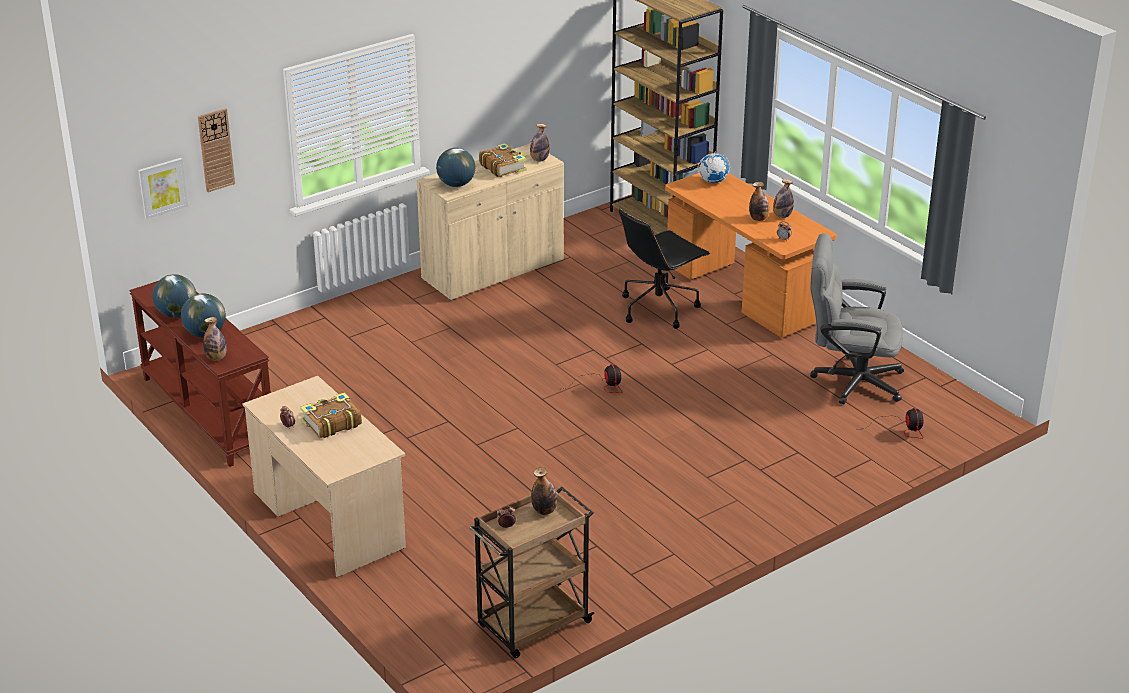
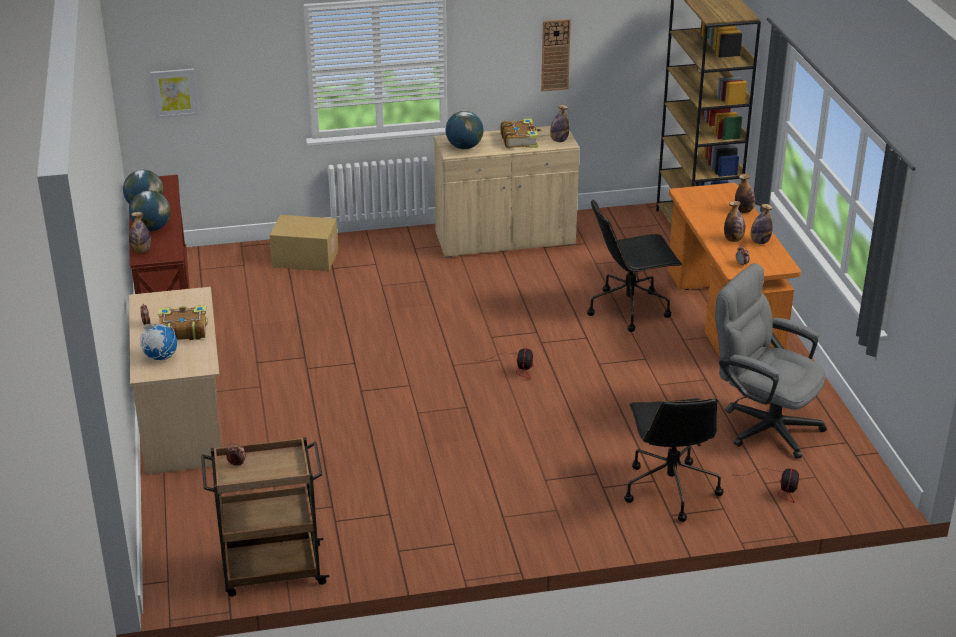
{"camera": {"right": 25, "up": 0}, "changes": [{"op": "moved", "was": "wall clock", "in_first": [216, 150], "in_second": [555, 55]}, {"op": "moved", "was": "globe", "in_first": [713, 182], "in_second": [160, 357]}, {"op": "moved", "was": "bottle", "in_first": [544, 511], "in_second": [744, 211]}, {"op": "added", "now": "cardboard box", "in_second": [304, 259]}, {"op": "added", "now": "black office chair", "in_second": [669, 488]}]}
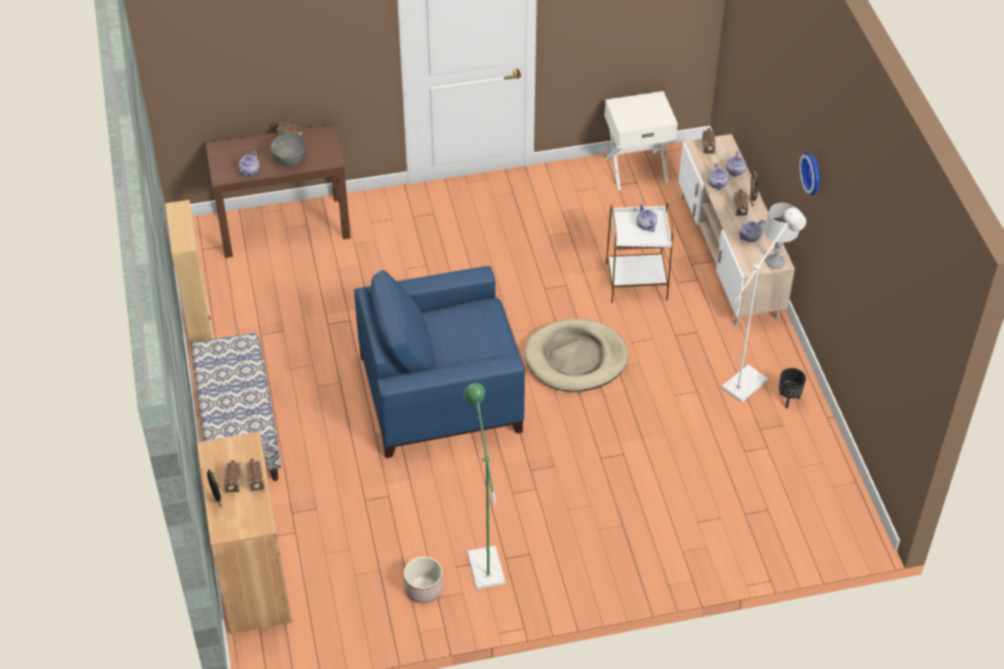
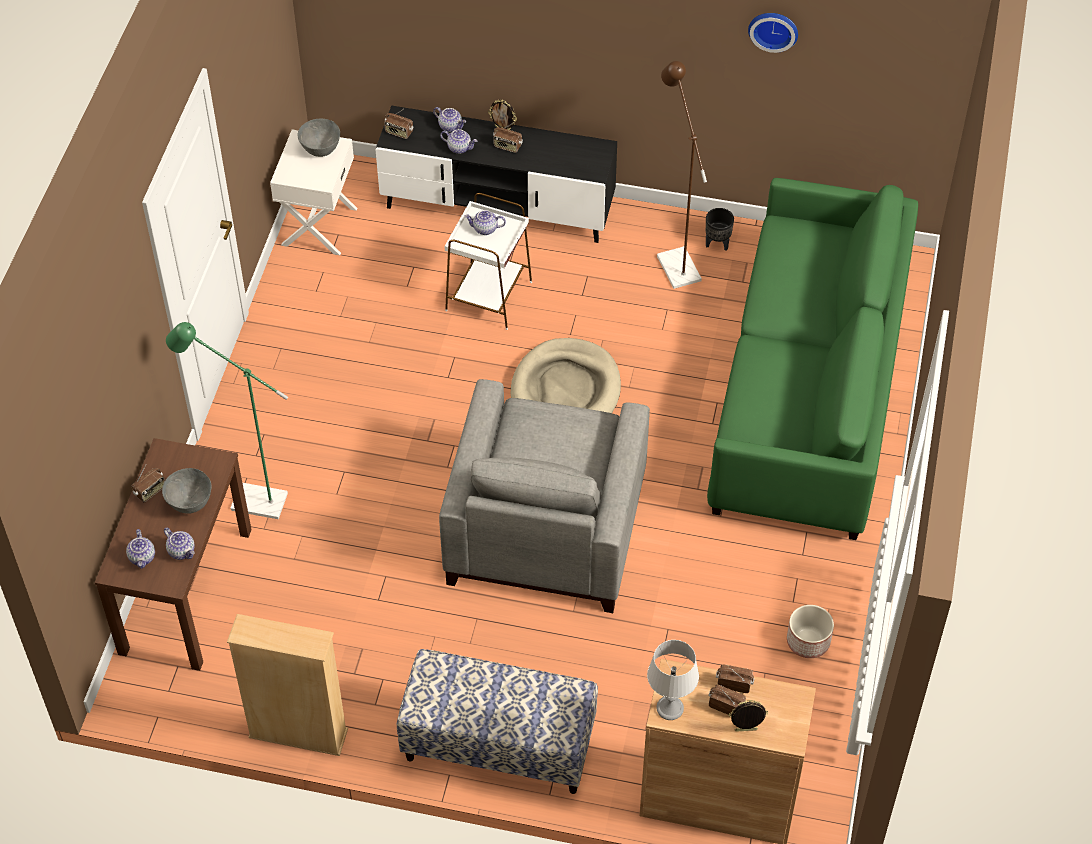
{"camera": {"right": -65, "up": 5}, "changes": [{"op": "recoloured", "was": "beige tv stand", "now": "black tv stand", "in_first": [728, 256], "in_second": [497, 206]}, {"op": "moved", "was": "wall clock", "in_first": [813, 173], "in_second": [773, 29]}, {"op": "moved", "was": "grey table lamp", "in_first": [775, 262], "in_second": [669, 708]}, {"op": "recoloured", "was": "white floor lamp", "now": "brown floor lamp", "in_first": [749, 379], "in_second": [675, 261]}, {"op": "moved", "was": "teapot", "in_first": [750, 237], "in_second": [142, 557]}, {"op": "recoloured", "was": "blue armchair", "now": "grey armchair", "in_first": [442, 391], "in_second": [545, 526]}, {"op": "moved", "was": "green floor lamp", "in_first": [483, 560], "in_second": [249, 500]}, {"op": "added", "now": "grey bowl", "in_second": [321, 150]}, {"op": "added", "now": "green sofa", "in_second": [809, 393]}]}
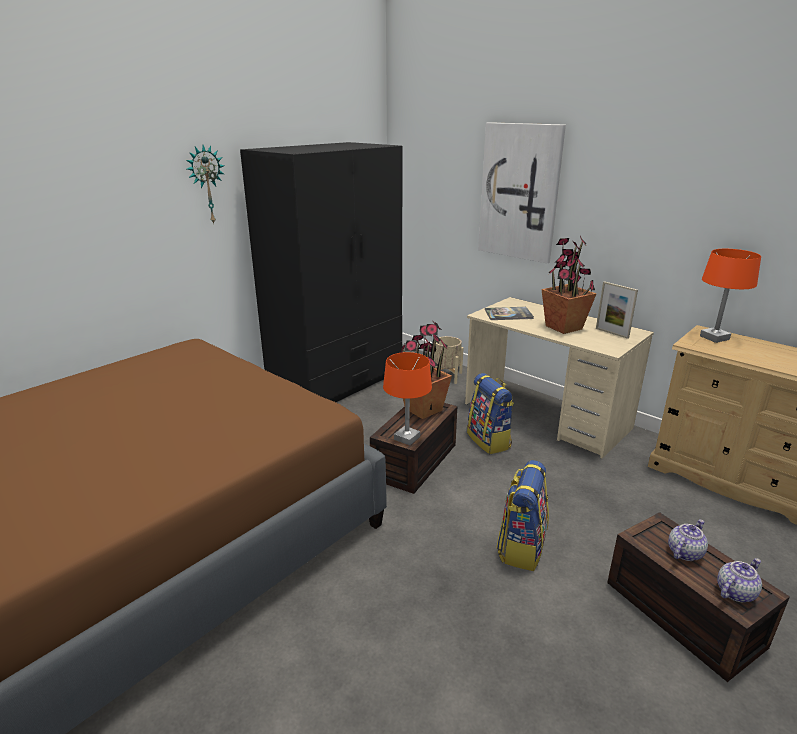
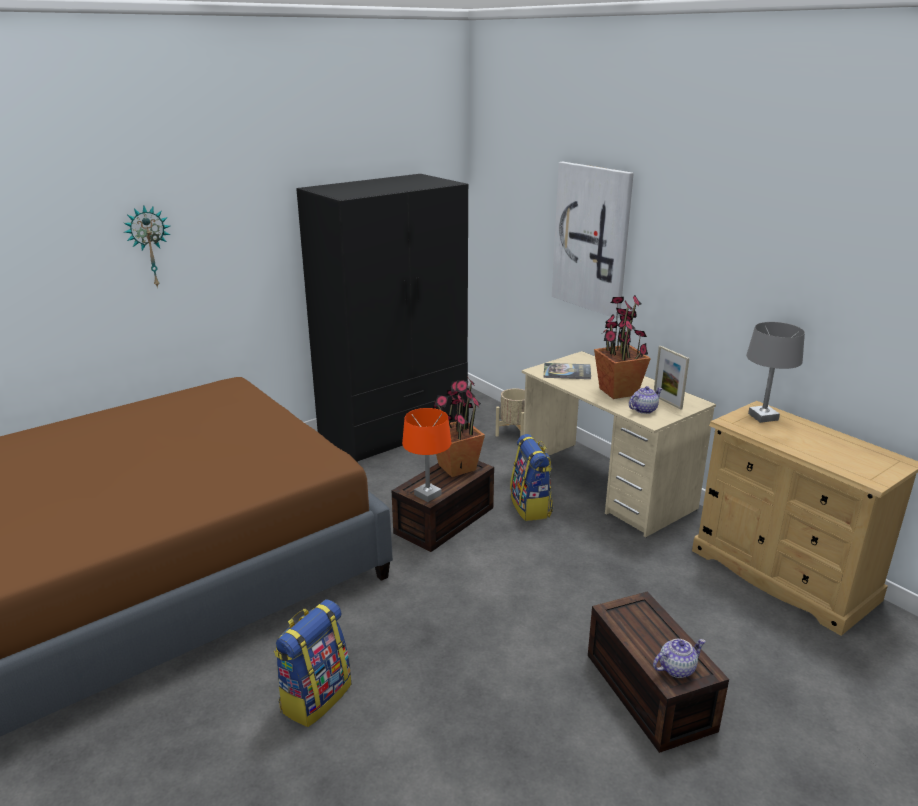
{"camera": {"right": 10, "up": 0}, "changes": [{"op": "moved", "was": "wall clock", "in_first": [206, 185], "in_second": [149, 246]}, {"op": "recoloured", "was": "orange table lamp", "now": "grey table lamp", "in_first": [714, 338], "in_second": [763, 417]}, {"op": "moved", "was": "backpack", "in_first": [521, 547], "in_second": [315, 697]}, {"op": "moved", "was": "teapot", "in_first": [684, 552], "in_second": [644, 409]}]}
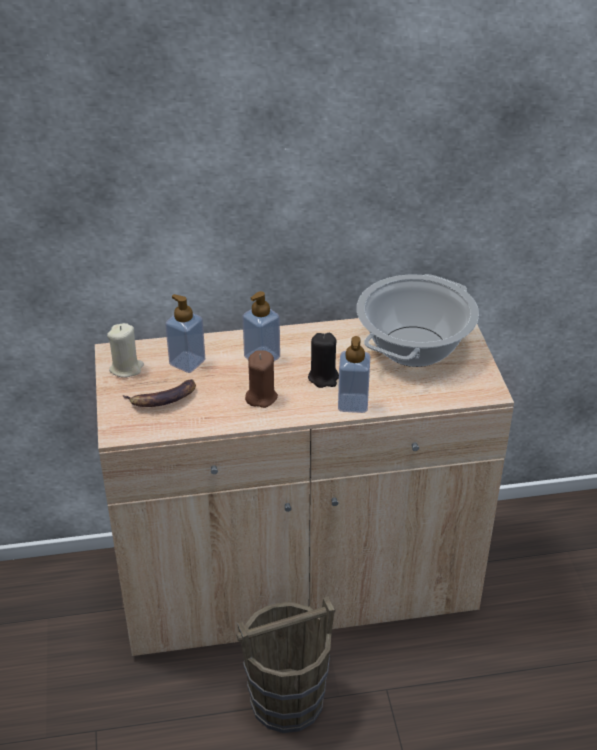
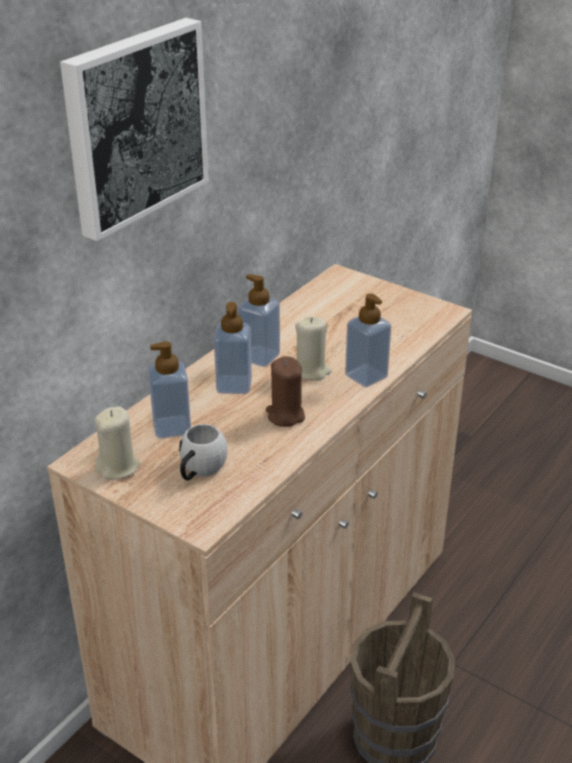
{"camera": {"right": -45, "up": -5}, "changes": [{"op": "removed", "was": "cooking pot", "in_first": [414, 347]}, {"op": "recoloured", "was": "black candle", "now": "beige candle", "in_first": [323, 377], "in_second": [311, 371]}, {"op": "replaced", "was": "banana", "now": "white mug", "in_first": [162, 399], "in_second": [199, 471]}, {"op": "added", "now": "picture", "in_second": [134, 125]}, {"op": "added", "now": "soap dispenser", "in_second": [260, 357]}]}
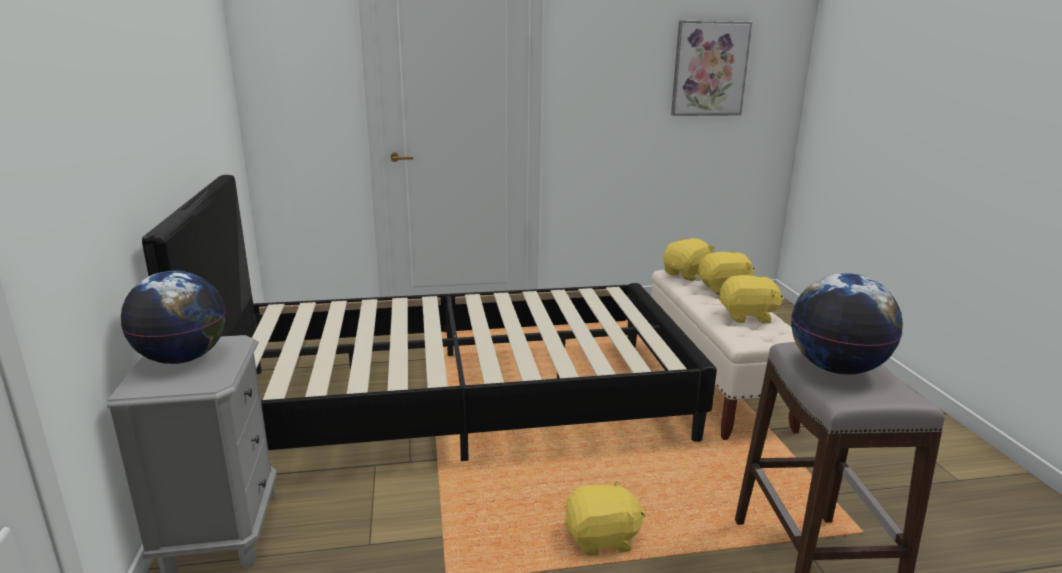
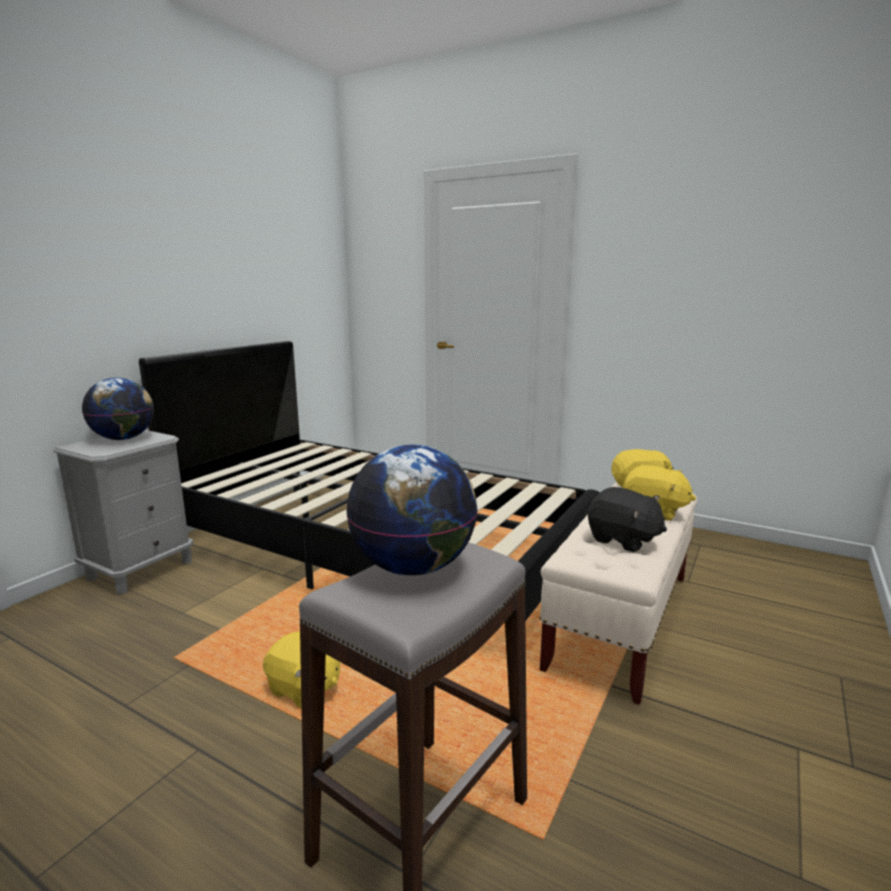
{"camera": {"right": 40, "up": -5}, "changes": [{"op": "removed", "was": "picture", "in_first": [709, 69]}, {"op": "recoloured", "was": "yellow plush toy", "now": "black plush toy", "in_first": [747, 316], "in_second": [623, 540]}]}
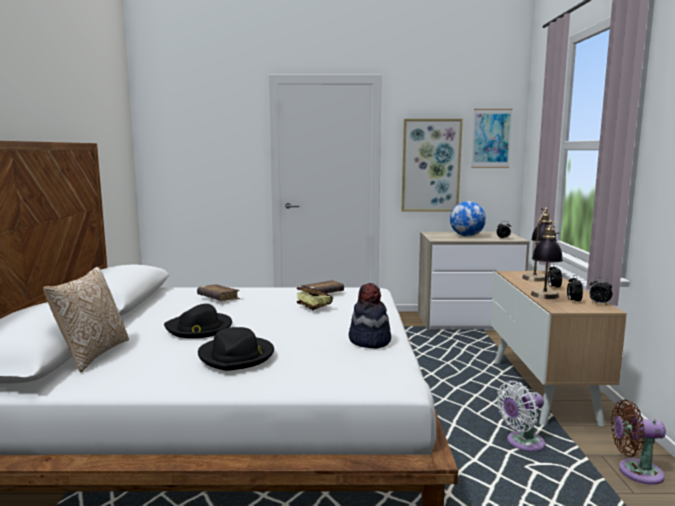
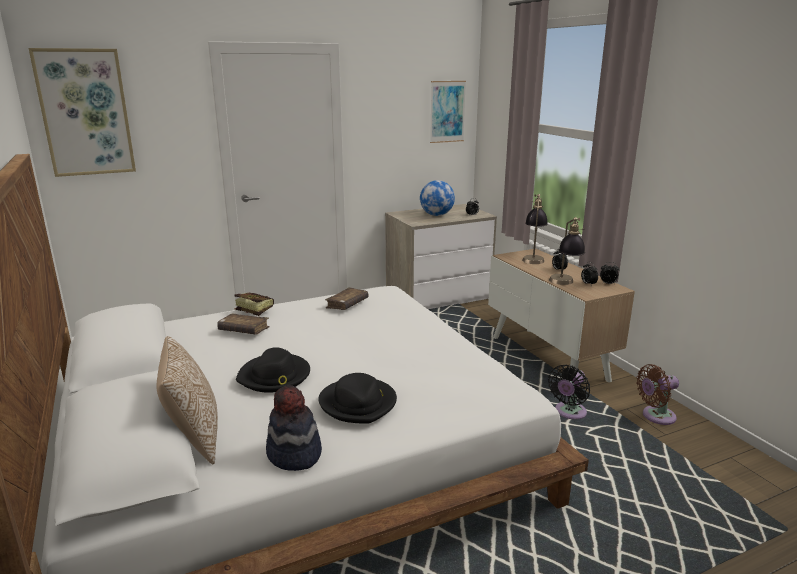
{"camera": {"right": -25, "up": 10}, "changes": [{"op": "moved", "was": "picture", "in_first": [431, 165], "in_second": [85, 113]}, {"op": "moved", "was": "hat", "in_first": [369, 341], "in_second": [294, 454]}, {"op": "moved", "was": "book", "in_first": [311, 307], "in_second": [252, 311]}, {"op": "recoloured", "was": "white fan", "now": "black fan", "in_first": [522, 443], "in_second": [568, 413]}]}
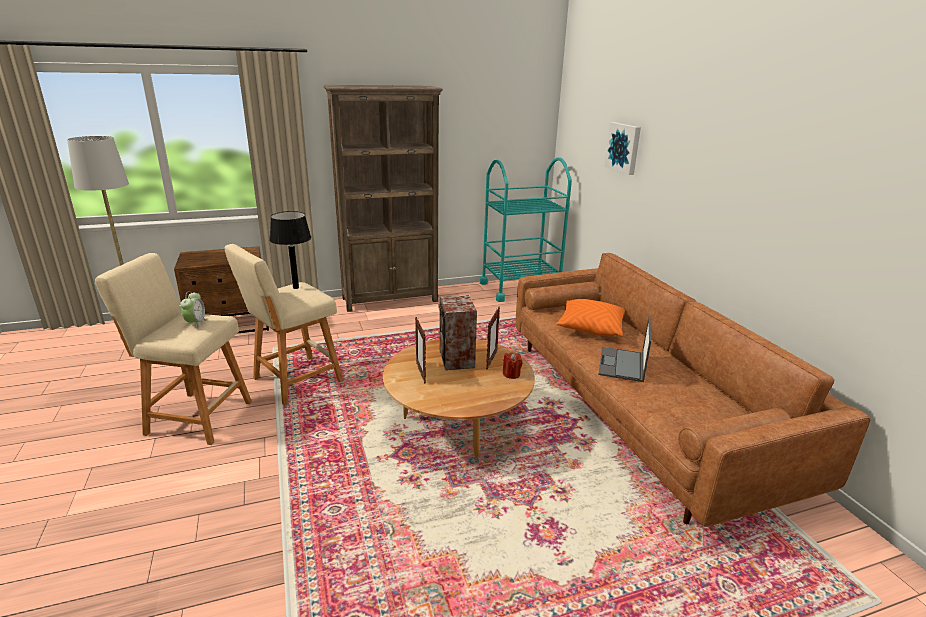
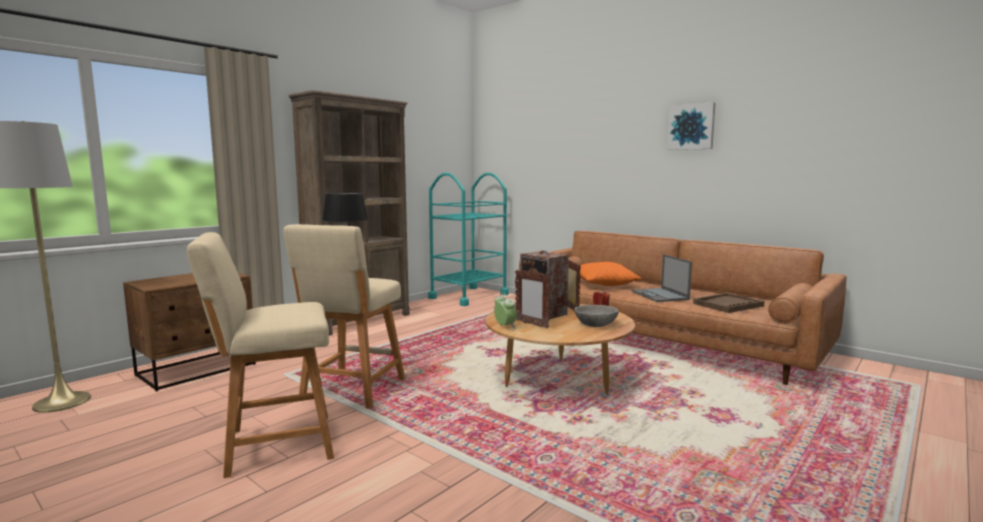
{"camera": {"right": -30, "up": -15}, "changes": [{"op": "moved", "was": "picture", "in_first": [624, 148], "in_second": [691, 127]}, {"op": "moved", "was": "alarm clock", "in_first": [196, 323], "in_second": [505, 327]}, {"op": "added", "now": "brown tray", "in_second": [728, 305]}, {"op": "added", "now": "grey bowl", "in_second": [595, 324]}]}
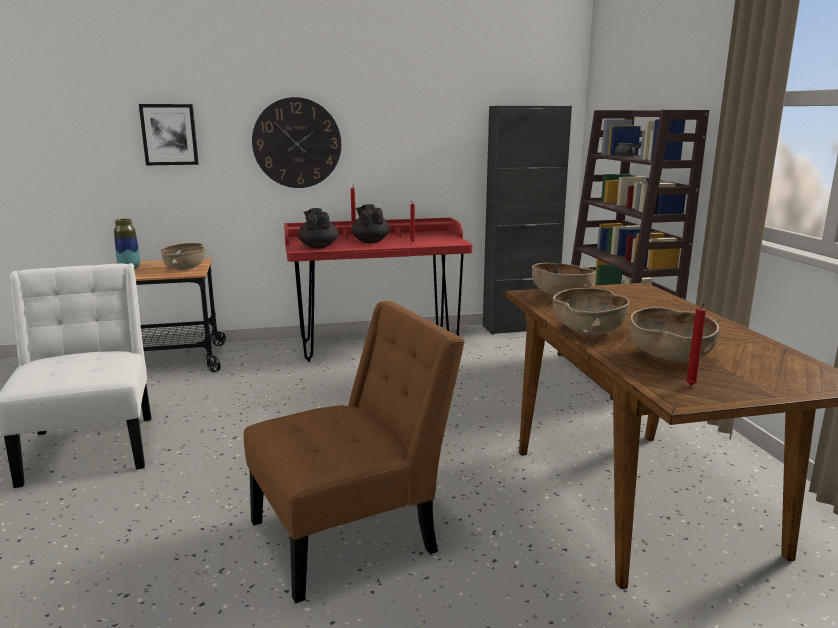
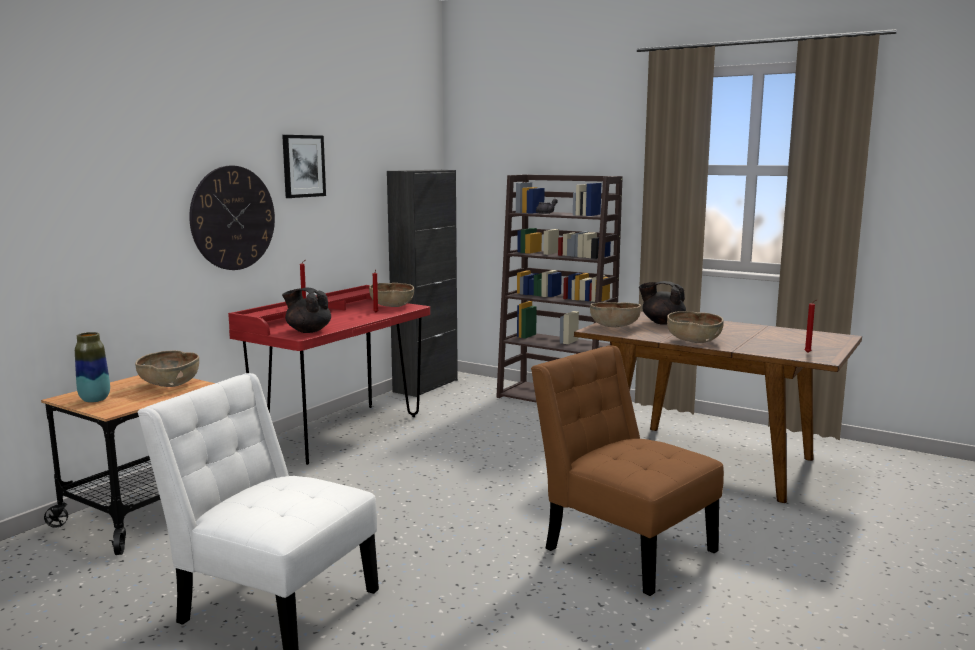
{"camera": {"right": -45, "up": -5}, "changes": [{"op": "moved", "was": "picture", "in_first": [169, 134], "in_second": [303, 166]}, {"op": "moved", "was": "black teapot", "in_first": [370, 241], "in_second": [662, 322]}, {"op": "turned", "was": "brown chair", "in_first": [352, 533], "in_second": [623, 546], "clockwise": -60}, {"op": "moved", "was": "brown bowl", "in_first": [669, 356], "in_second": [392, 306]}]}
